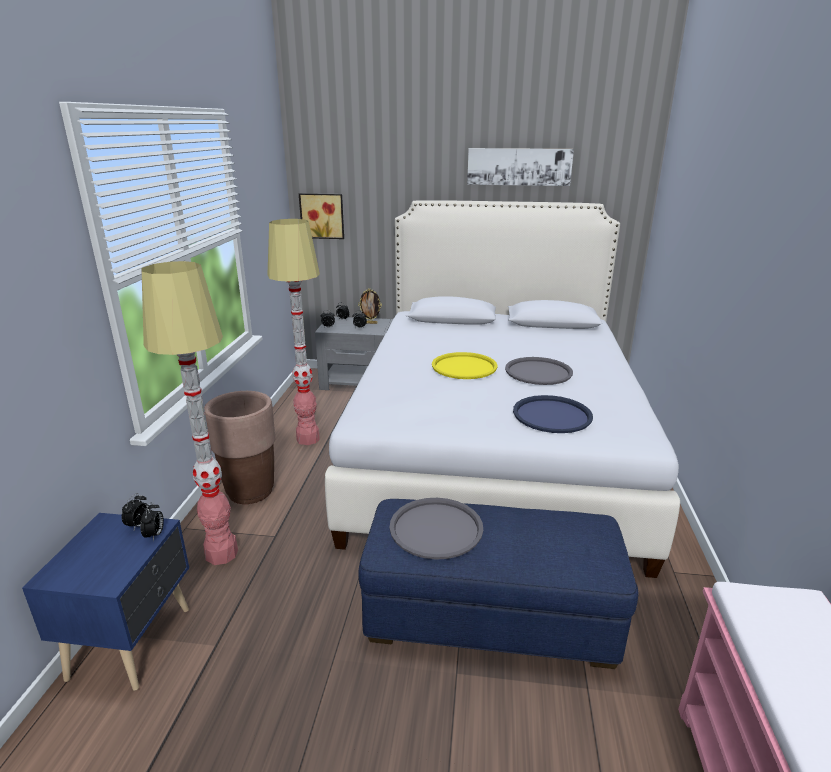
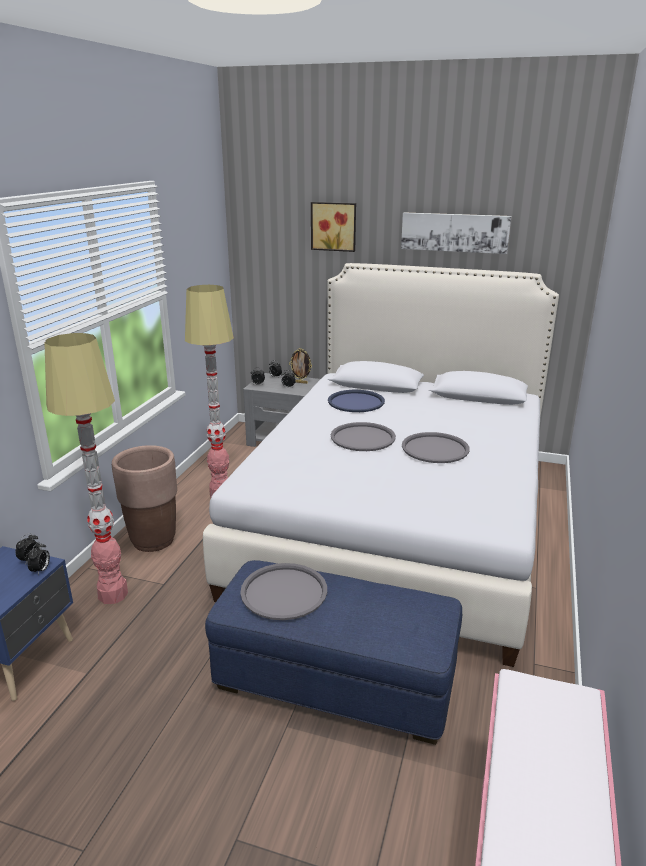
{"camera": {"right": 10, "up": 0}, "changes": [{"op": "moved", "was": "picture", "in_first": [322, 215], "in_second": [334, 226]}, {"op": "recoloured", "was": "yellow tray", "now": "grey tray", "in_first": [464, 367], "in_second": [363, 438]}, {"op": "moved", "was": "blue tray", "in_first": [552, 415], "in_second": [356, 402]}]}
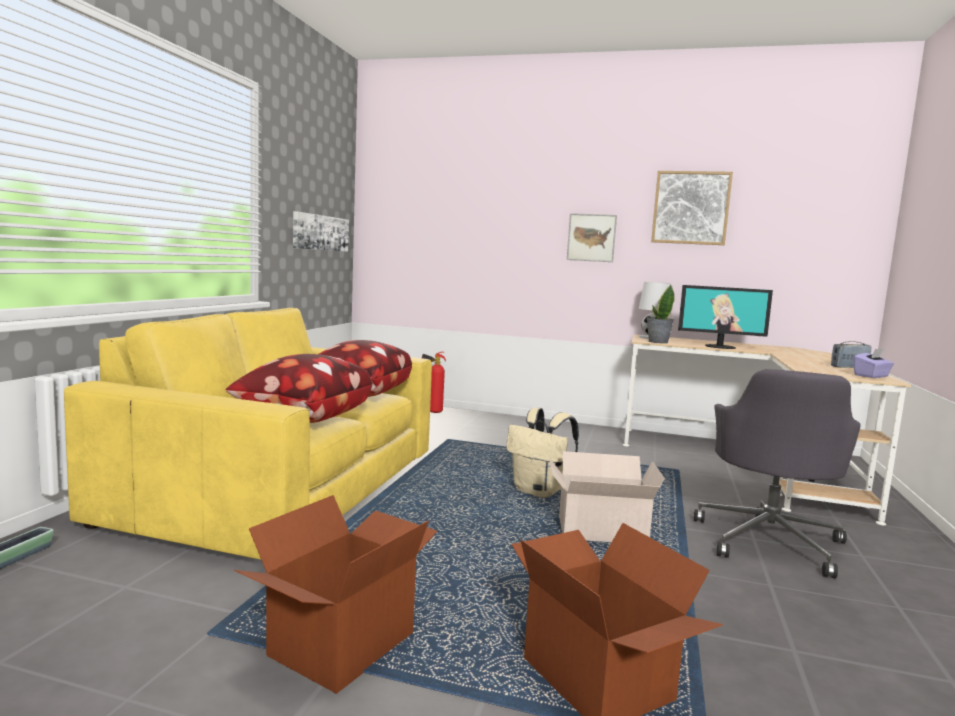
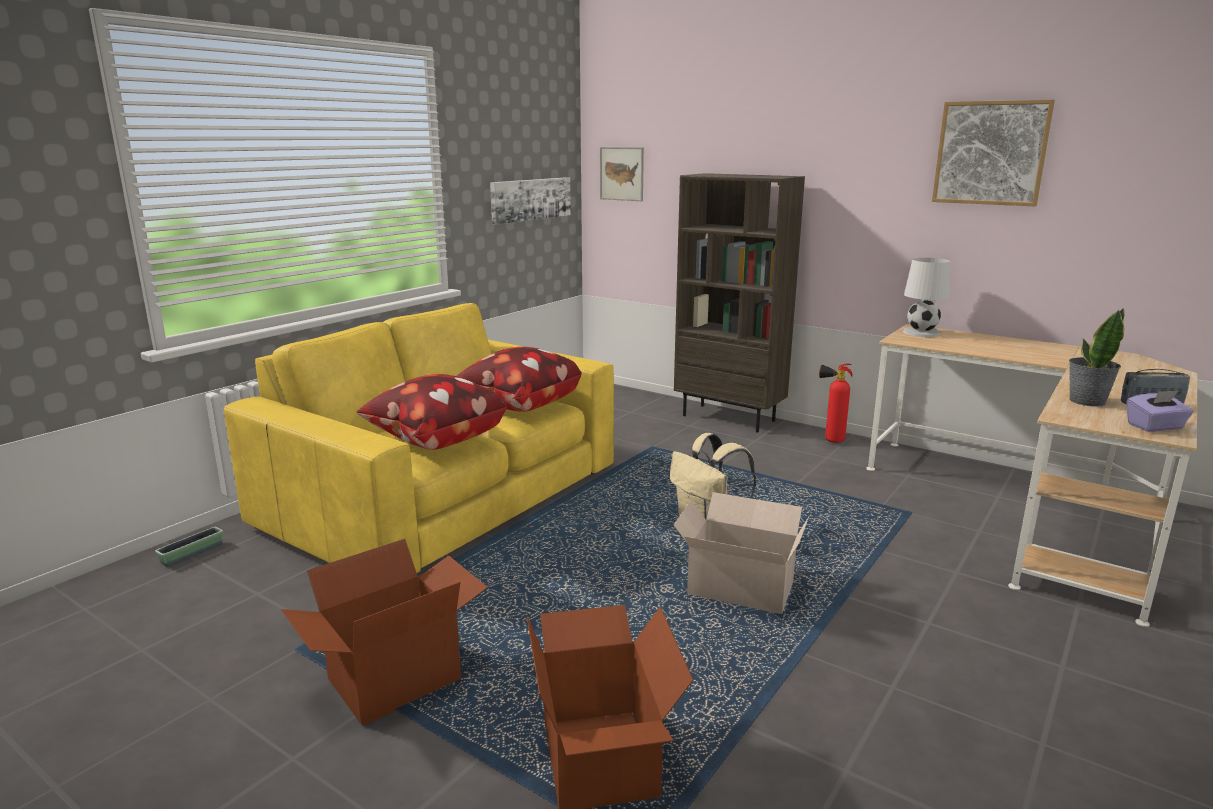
{"camera": {"right": 20, "up": 10}, "changes": [{"op": "moved", "was": "picture", "in_first": [591, 237], "in_second": [621, 173]}, {"op": "moved", "was": "potted plant", "in_first": [657, 342], "in_second": [1086, 401]}, {"op": "removed", "was": "monitor", "in_first": [720, 346]}, {"op": "moved", "was": "fire extinguisher", "in_first": [431, 412], "in_second": [830, 440]}, {"op": "removed", "was": "grey office chair", "in_first": [769, 540]}, {"op": "added", "now": "brown bookcase", "in_second": [729, 418]}]}
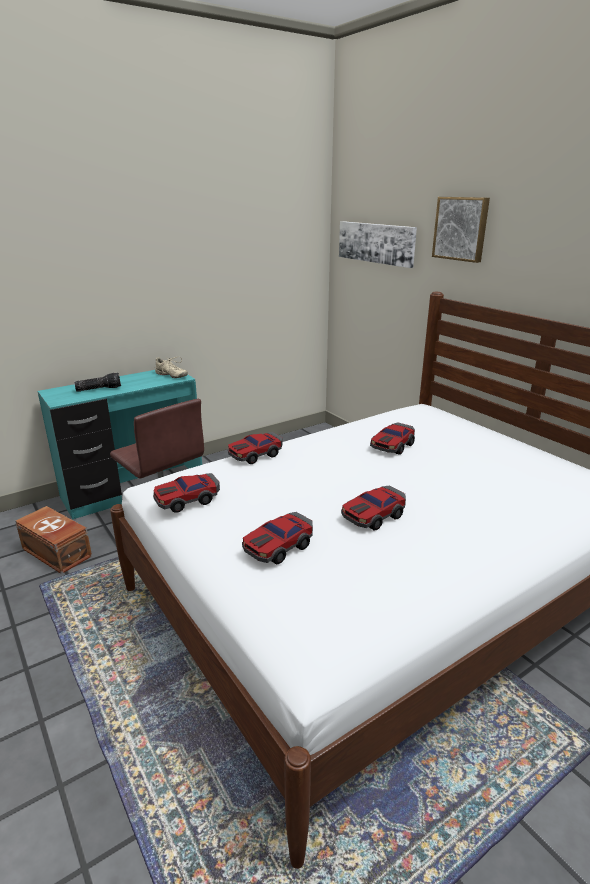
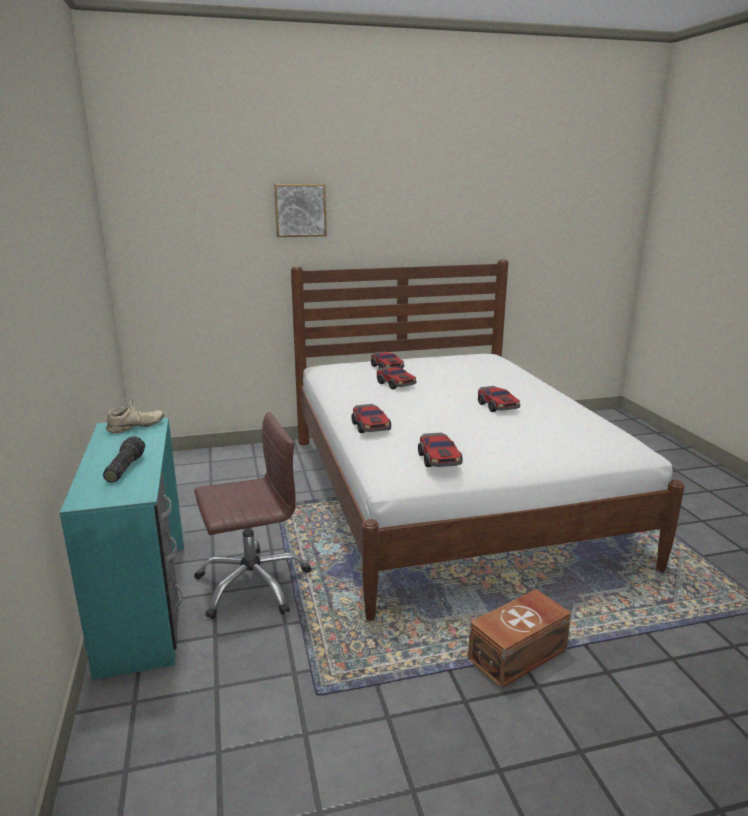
{"camera": {"right": -70, "up": -5}, "changes": [{"op": "removed", "was": "picture", "in_first": [376, 243]}, {"op": "moved", "was": "brown storage box", "in_first": [56, 553], "in_second": [519, 655]}, {"op": "moved", "was": "toy car", "in_first": [278, 546], "in_second": [387, 367]}]}
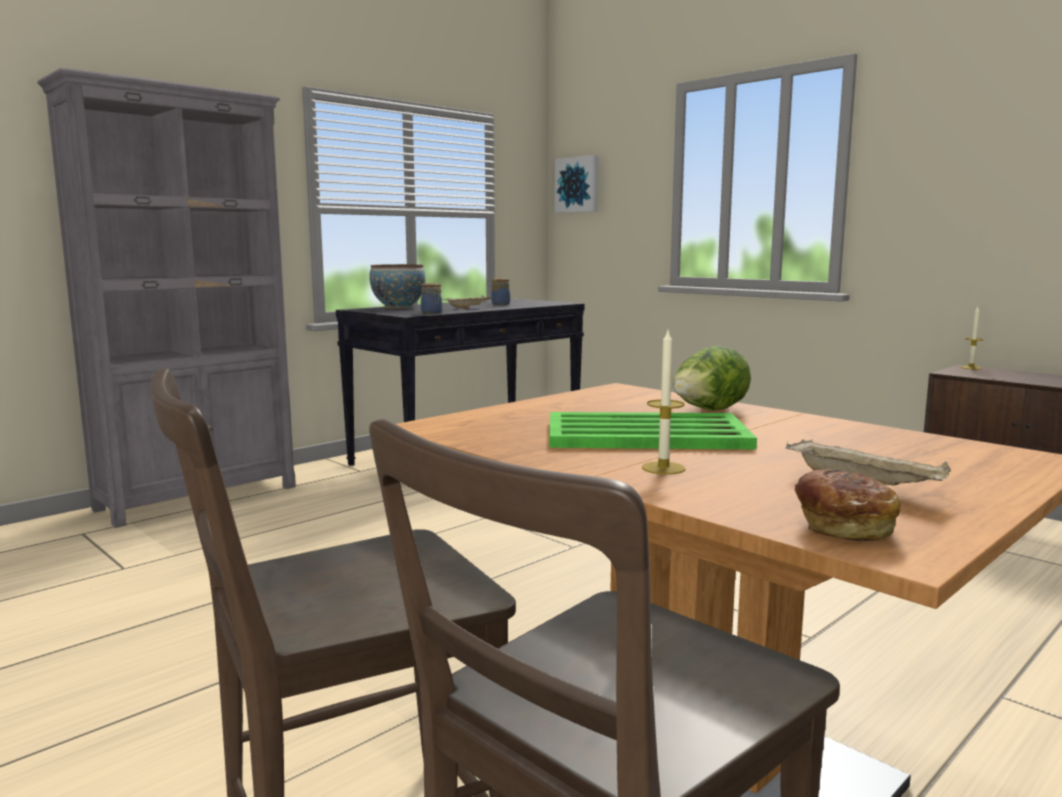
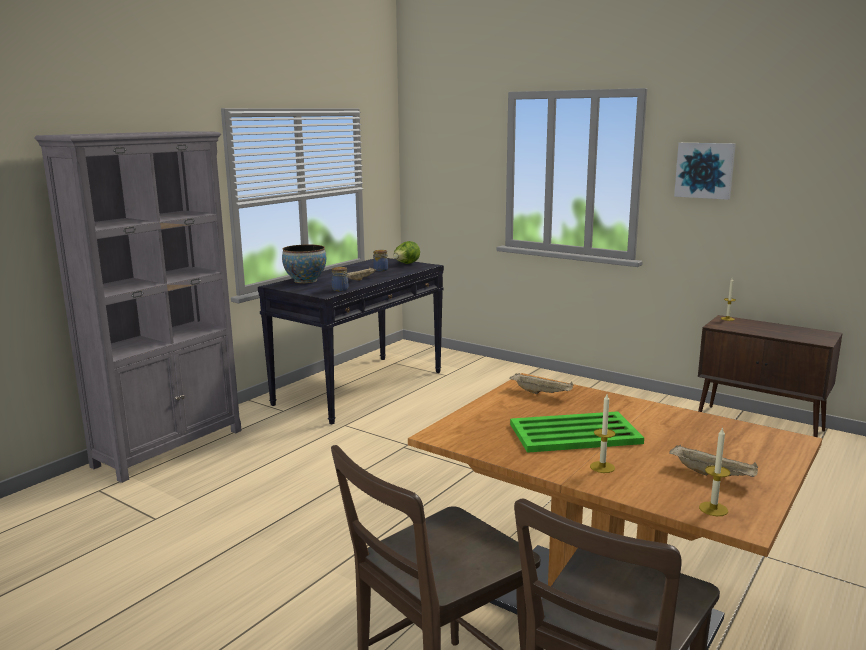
{"camera": {"right": -10, "up": 5}, "changes": [{"op": "moved", "was": "picture", "in_first": [578, 185], "in_second": [705, 170]}, {"op": "moved", "was": "lettuce", "in_first": [708, 411], "in_second": [406, 264]}, {"op": "replaced", "was": "bread", "now": "candle", "in_first": [842, 526], "in_second": [713, 509]}, {"op": "added", "now": "beige tray", "in_second": [542, 393]}]}
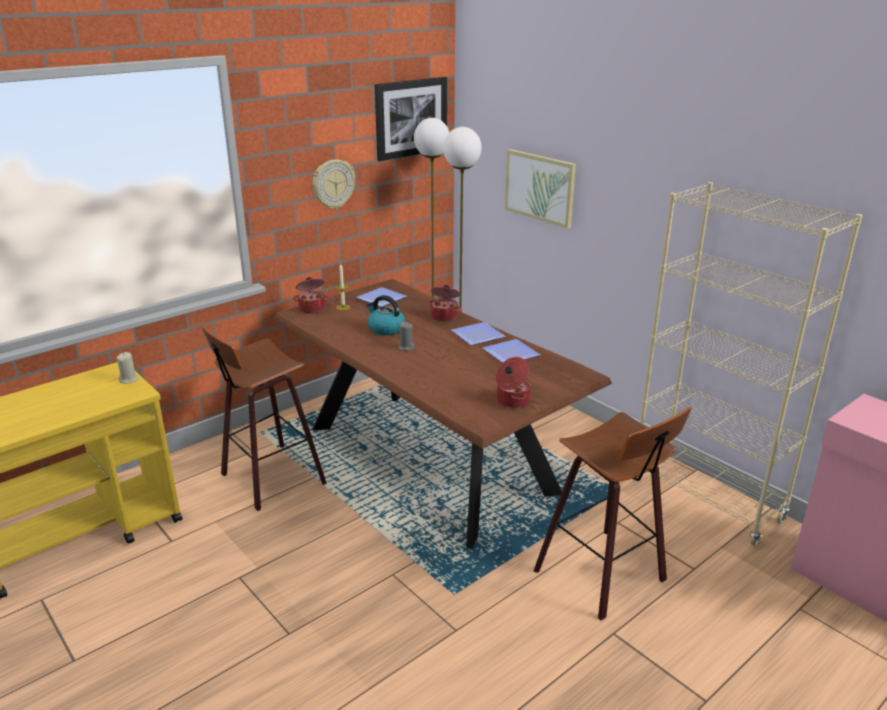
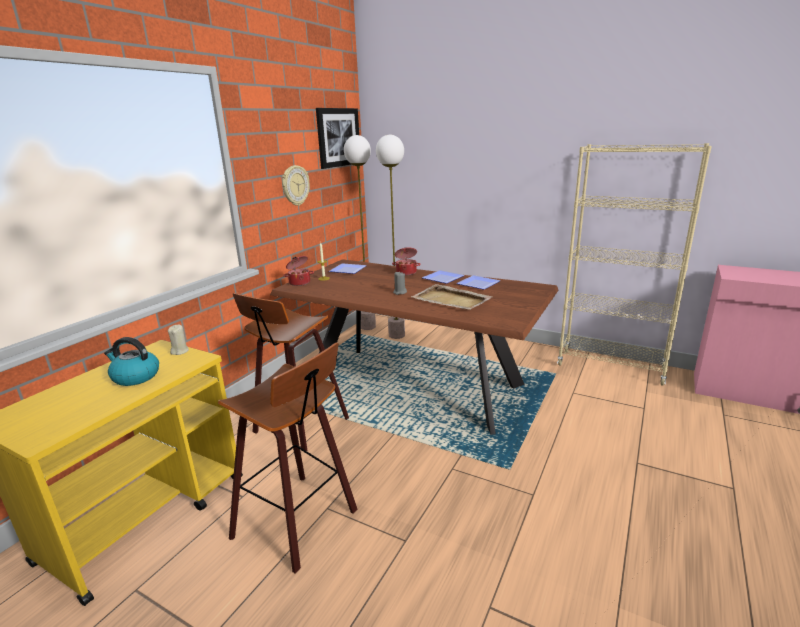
{"camera": {"right": -20, "up": -5}, "changes": [{"op": "removed", "was": "picture", "in_first": [540, 187]}, {"op": "moved", "was": "kettle", "in_first": [386, 329], "in_second": [135, 377]}, {"op": "removed", "was": "cooking pot", "in_first": [512, 401]}, {"op": "moved", "was": "stool", "in_first": [605, 575], "in_second": [300, 522]}, {"op": "added", "now": "beige tray", "in_second": [451, 300]}]}
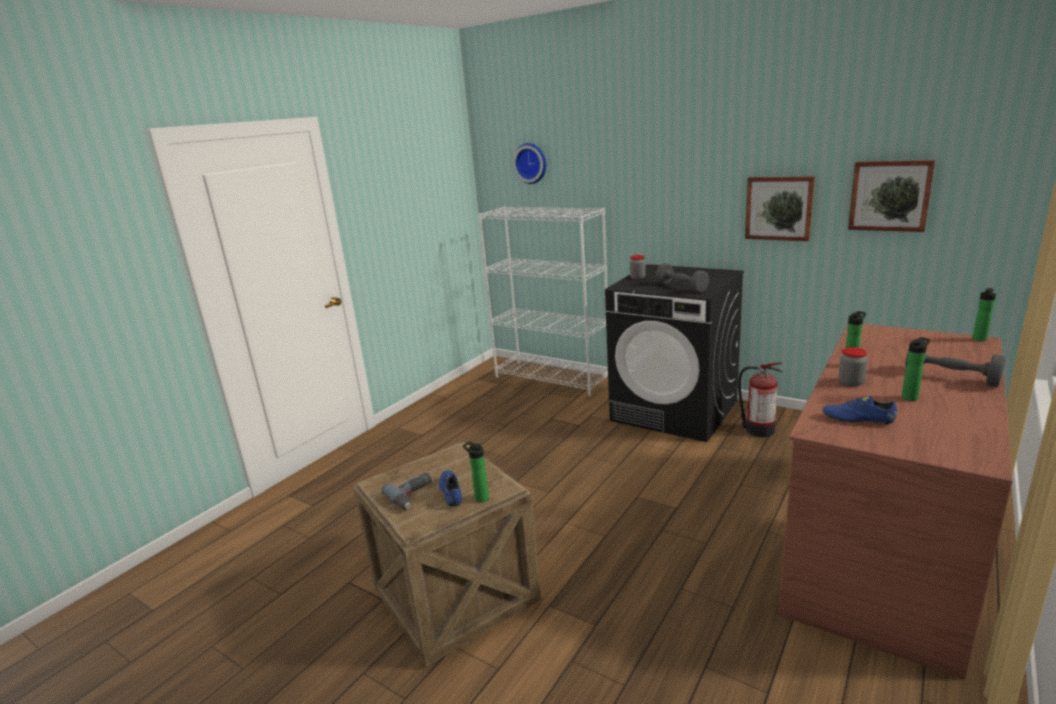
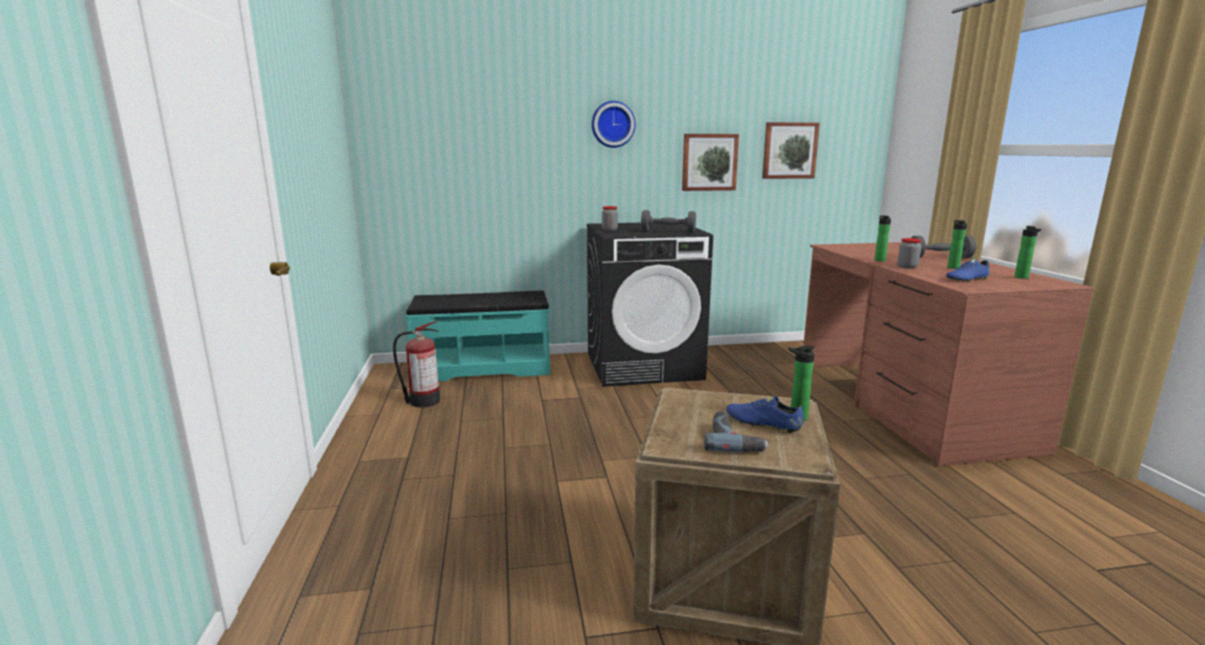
{"camera": {"right": -45, "up": -5}, "changes": [{"op": "moved", "was": "wall clock", "in_first": [531, 163], "in_second": [612, 124]}, {"op": "replaced", "was": "white bookcase", "now": "turquoise bench", "in_first": [552, 378], "in_second": [483, 368]}, {"op": "moved", "was": "bottle", "in_first": [978, 340], "in_second": [1022, 278]}, {"op": "moved", "was": "fire extinguisher", "in_first": [758, 430], "in_second": [423, 401]}]}
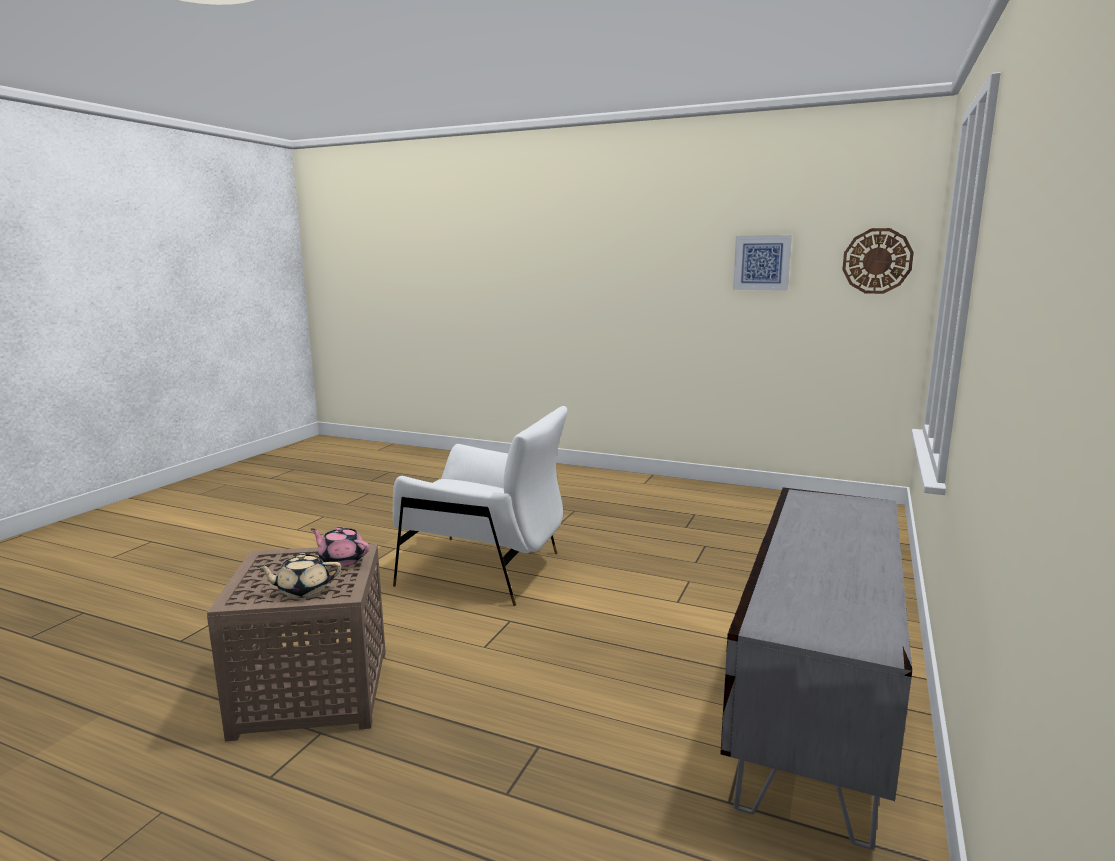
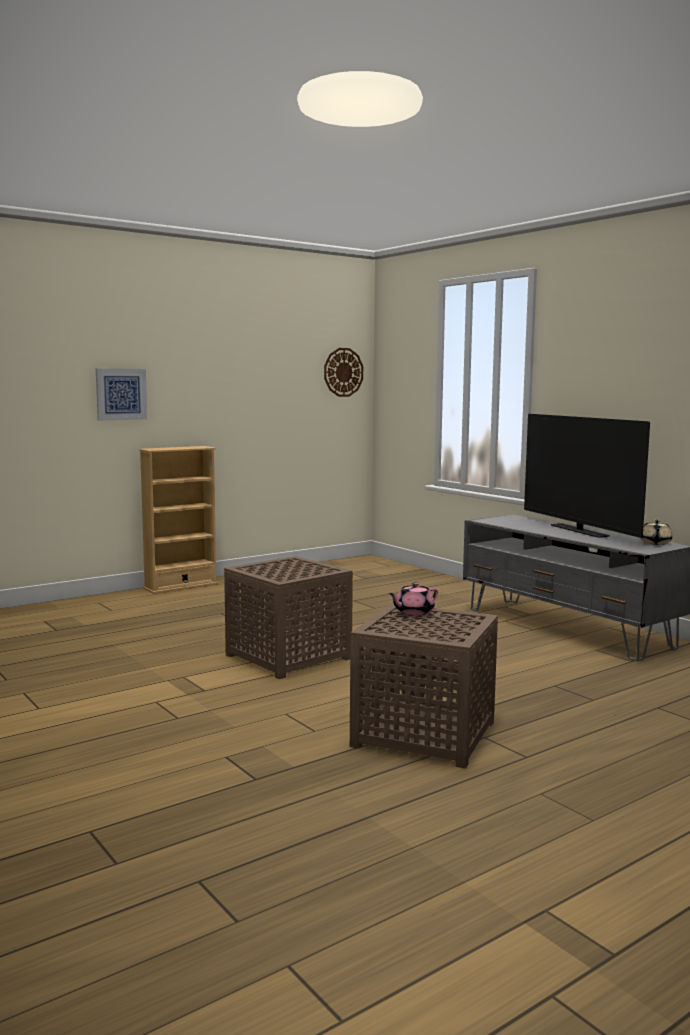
{"camera": {"right": -60, "up": -5}, "changes": [{"op": "moved", "was": "picture", "in_first": [762, 263], "in_second": [121, 394]}, {"op": "replaced", "was": "white armchair", "now": "brown side table", "in_first": [485, 570], "in_second": [290, 657]}, {"op": "moved", "was": "beige teapot", "in_first": [303, 590], "in_second": [655, 543]}, {"op": "added", "now": "television", "in_second": [578, 531]}, {"op": "added", "now": "beige bookcase", "in_second": [181, 586]}]}
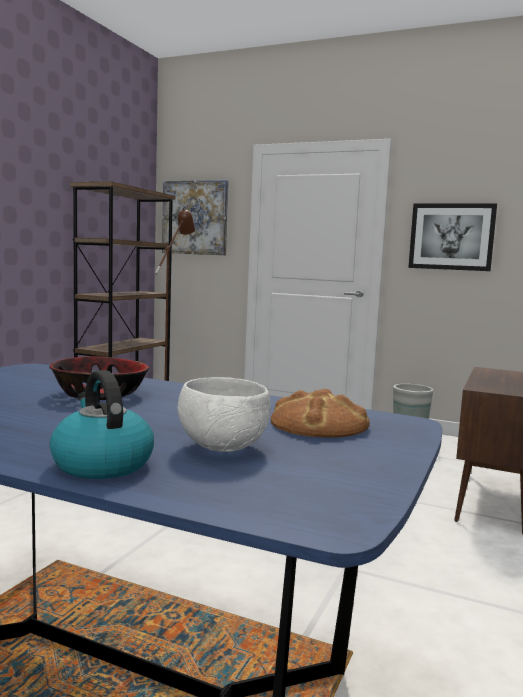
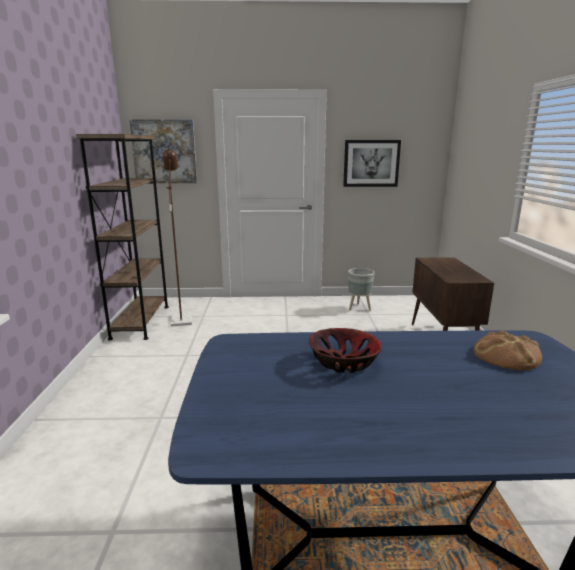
{"camera": {"right": -25, "up": 10}, "changes": [{"op": "removed", "was": "kettle", "in_first": [101, 464]}, {"op": "removed", "was": "white bowl", "in_first": [222, 448]}]}
